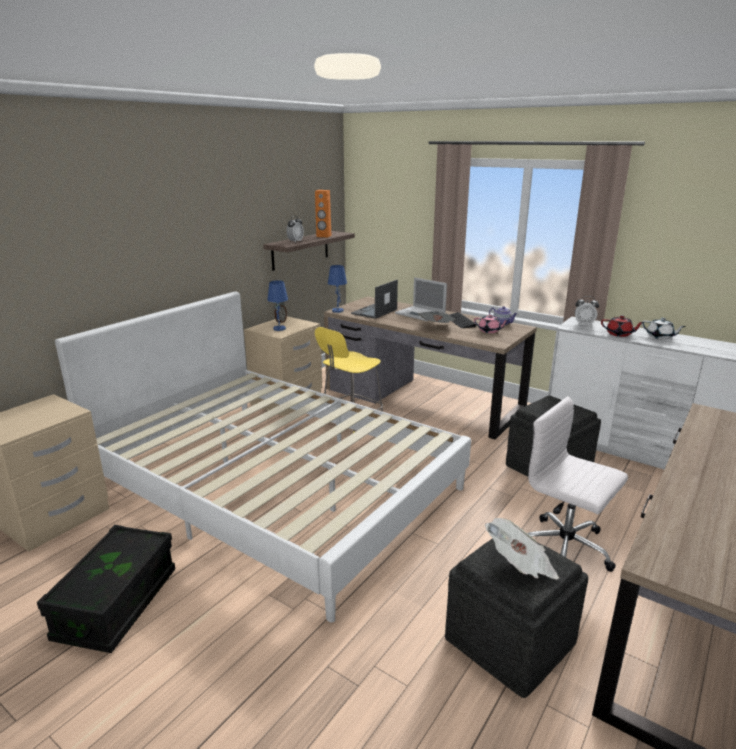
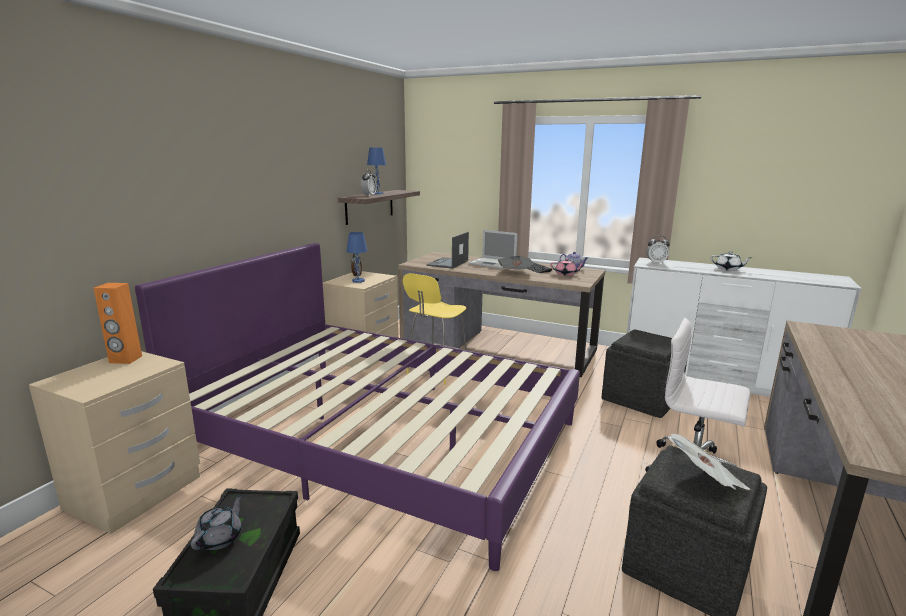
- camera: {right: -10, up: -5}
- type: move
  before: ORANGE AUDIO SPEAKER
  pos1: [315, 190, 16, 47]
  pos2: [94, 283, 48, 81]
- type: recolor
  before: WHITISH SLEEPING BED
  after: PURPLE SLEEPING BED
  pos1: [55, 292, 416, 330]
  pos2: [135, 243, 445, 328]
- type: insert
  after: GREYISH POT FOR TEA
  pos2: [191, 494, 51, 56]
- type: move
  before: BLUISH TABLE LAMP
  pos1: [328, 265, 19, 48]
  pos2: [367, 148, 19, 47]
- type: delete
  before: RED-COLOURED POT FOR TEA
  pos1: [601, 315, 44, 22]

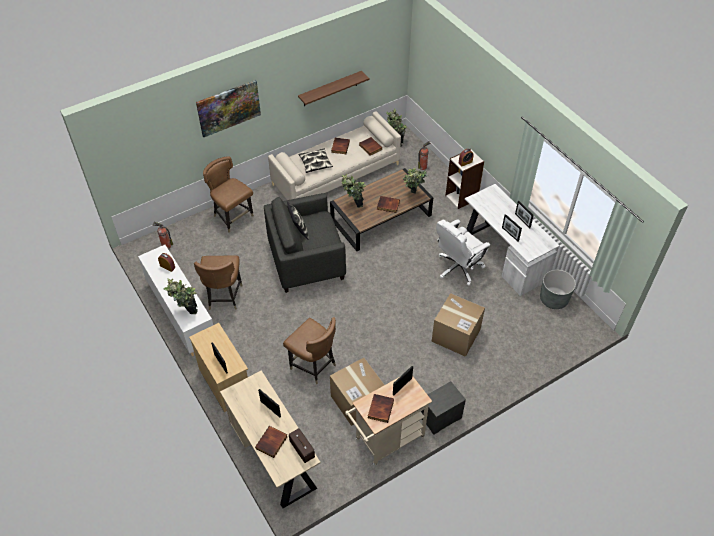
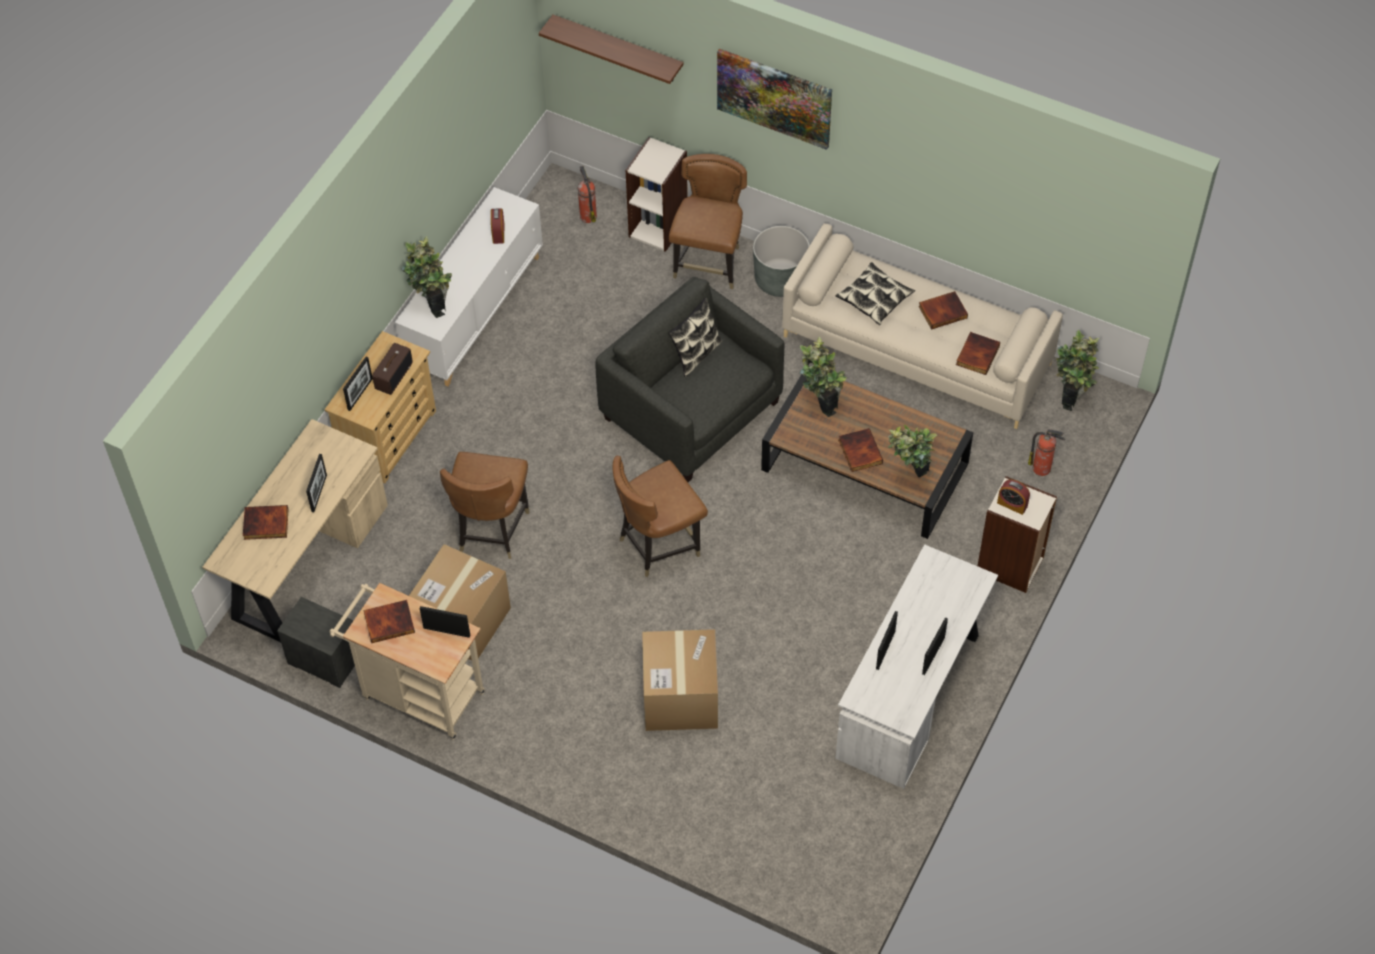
- camera: {right: 60, up: 5}
- type: move
  before: NIGHT TABLE
  pos1: [421, 381, 45, 54]
  pos2: [277, 597, 78, 91]
- type: move
  before: RADIO RECEIVER
  pos1: [289, 428, 26, 35]
  pos2: [372, 343, 41, 52]
- type: move
  before: WALL SHELF
  pos1: [298, 71, 71, 35]
  pos2: [539, 15, 145, 69]
- type: move
  before: BROWNISH PLAIN CHAIR
  pos1: [194, 255, 48, 55]
  pos2: [613, 456, 95, 121]
- type: insert
  after: BOOKCASE
  pos2: [626, 137, 62, 115]
- type: move
  before: GREYISH FLOWER POT
  pos1: [540, 270, 36, 39]
  pos2: [753, 226, 57, 71]
- type: delete
  before: WHITISH COMPUTER CHAIR
  pos1: [436, 219, 54, 67]

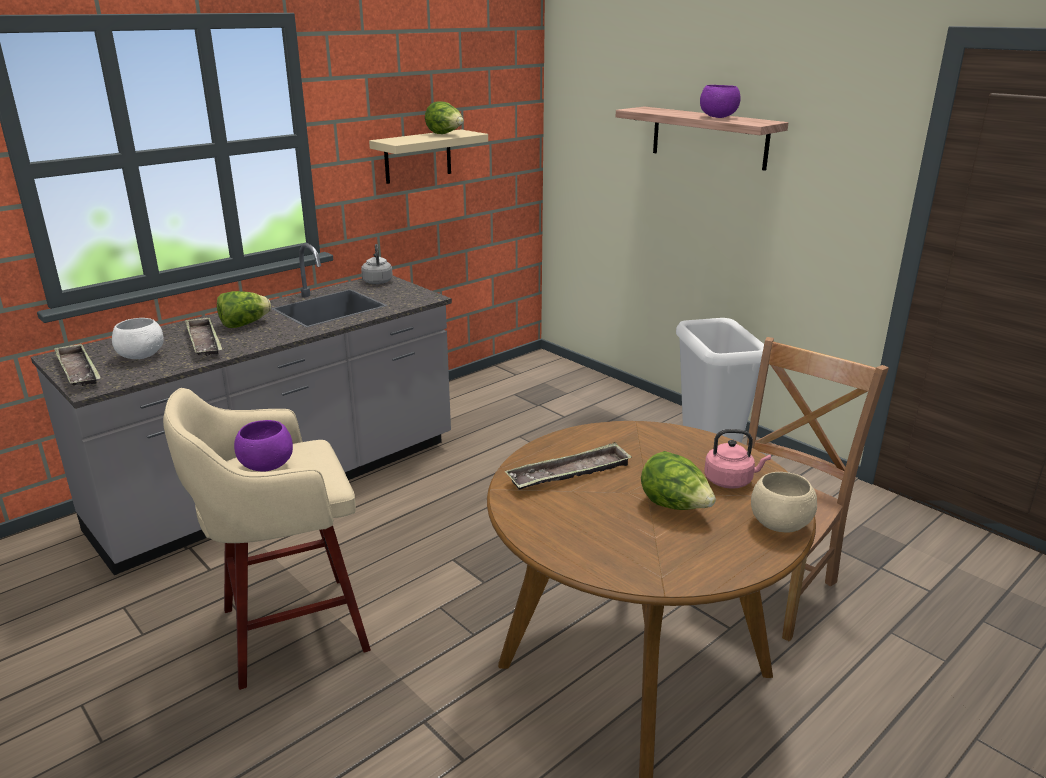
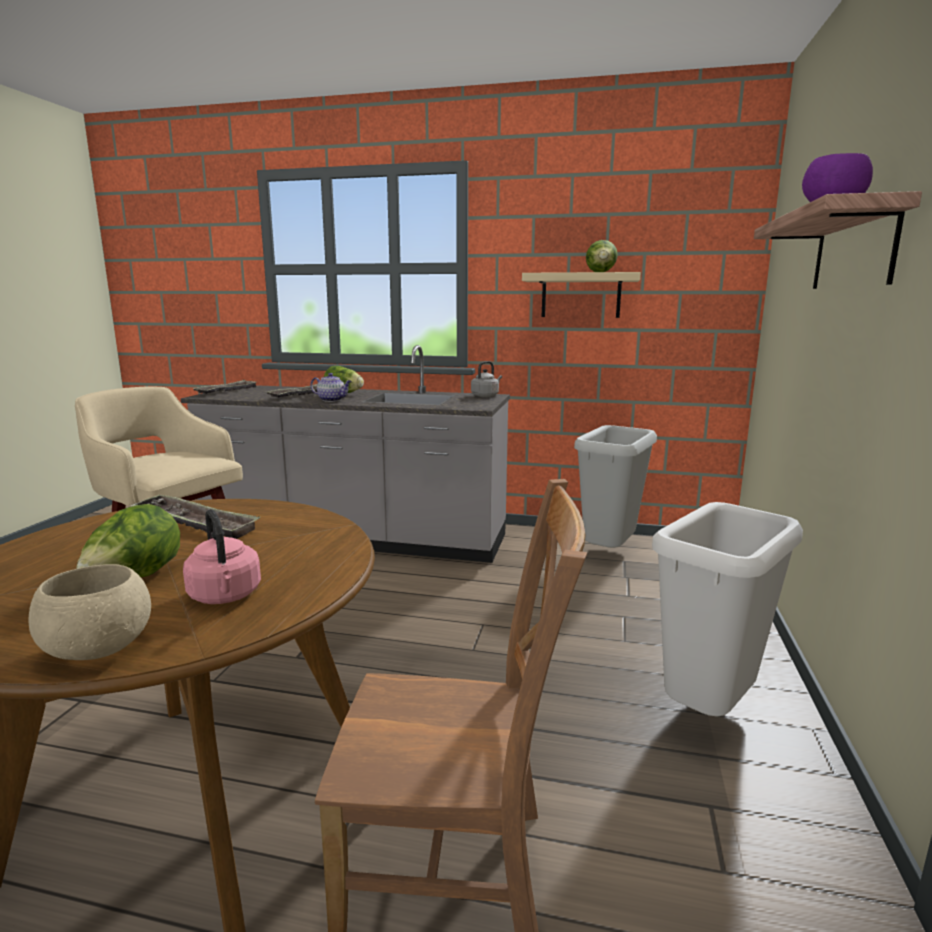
- camera: {right: 55, up: -10}
- type: insert
  after: POT FOR TEA
  pos2: [310, 373, 42, 29]
- type: insert
  after: GREYISH TRASH CAN
  pos2: [574, 425, 83, 123]
- type: delete
  before: WHITISH BOWL
  pos1: [112, 318, 52, 41]
- type: delete
  before: PURPLE BOWL
  pos1: [234, 420, 59, 52]

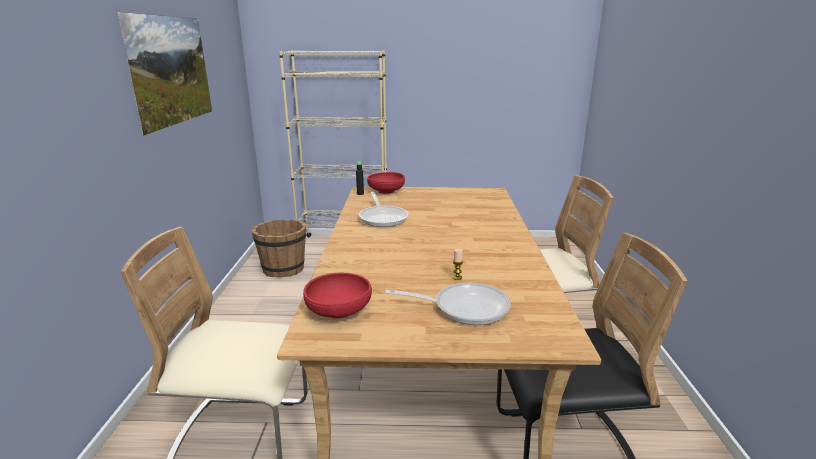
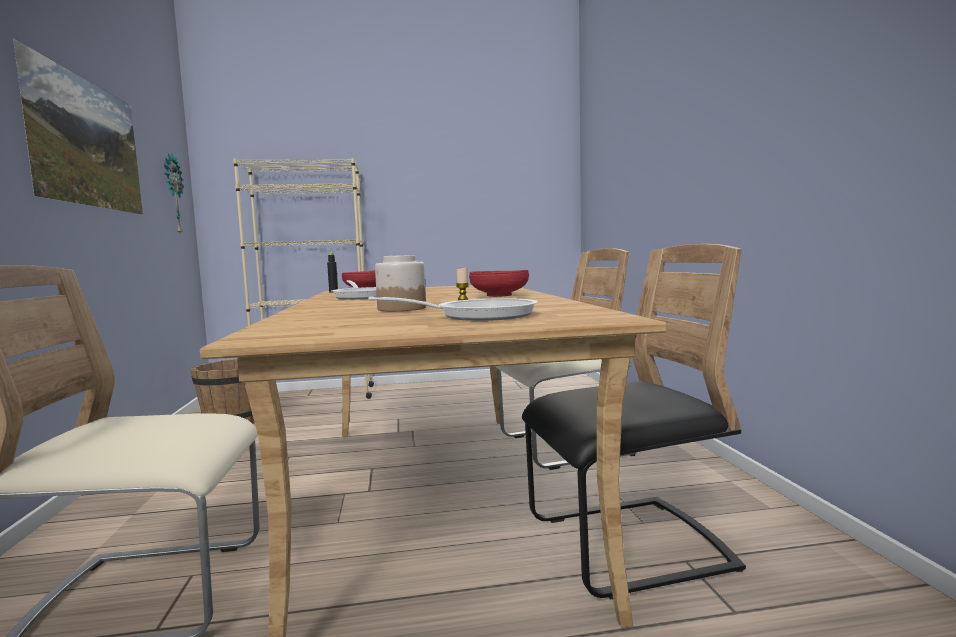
- camera: {right: -10, up: -15}
- type: insert
  after: CLOCK ON THE WALL
  pos2: [164, 153, 20, 83]
- type: insert
  after: PRESERVE JAR
  pos2: [375, 255, 51, 56]
- type: move
  before: RED-COLOURED BOWL
  pos1: [303, 272, 69, 46]
  pos2: [469, 270, 60, 27]

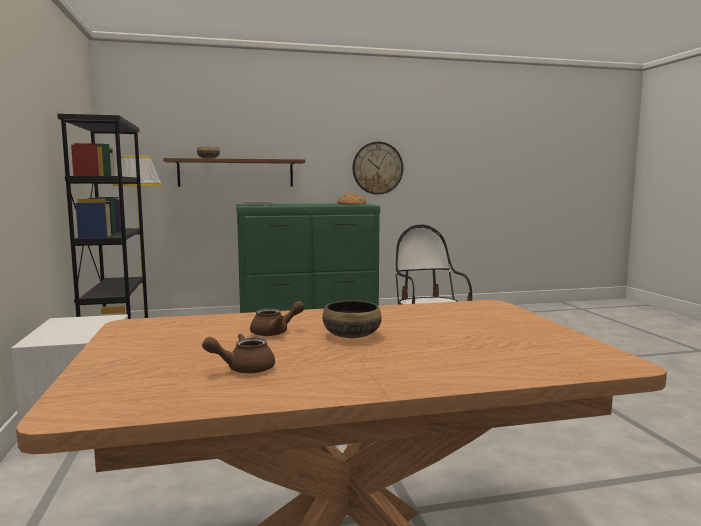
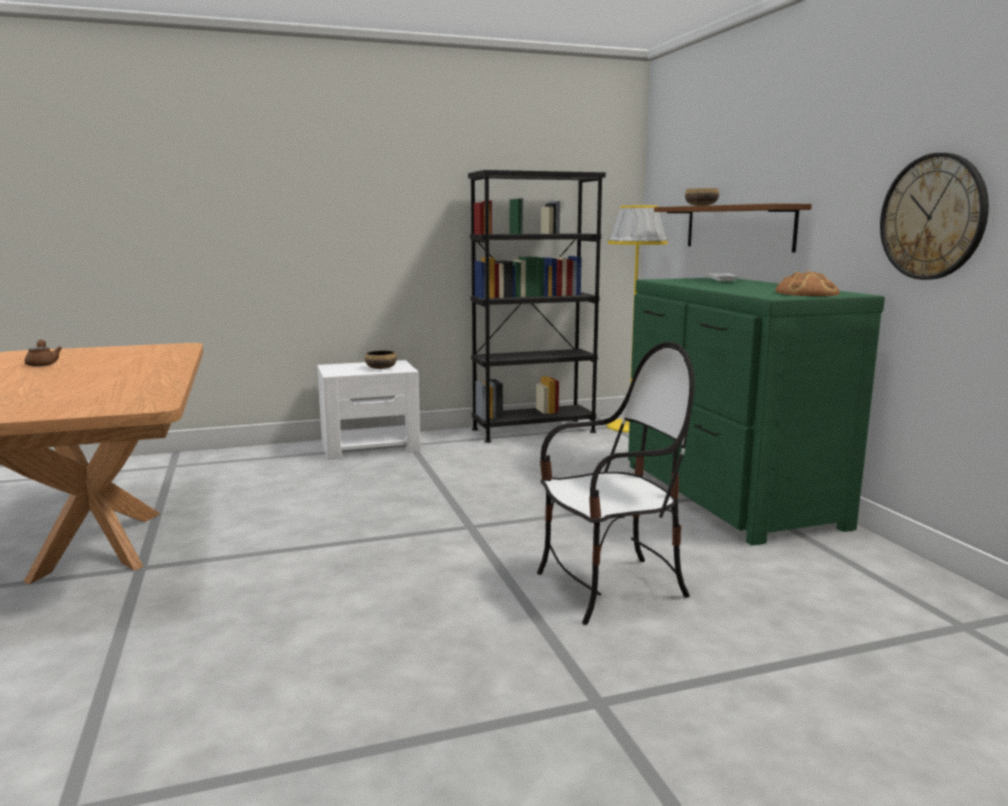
- camera: {right: 85, up: 5}
- type: move
  before: BOWL
  pos1: [323, 300, 59, 38]
  pos2: [365, 350, 32, 19]
- type: delete
  before: BROWNISH POT FOR TEA
  pos1: [250, 301, 55, 35]

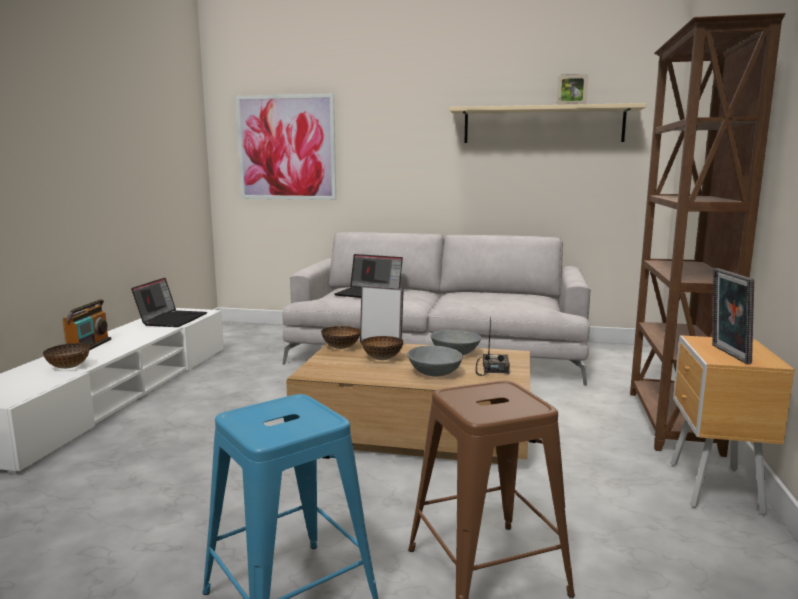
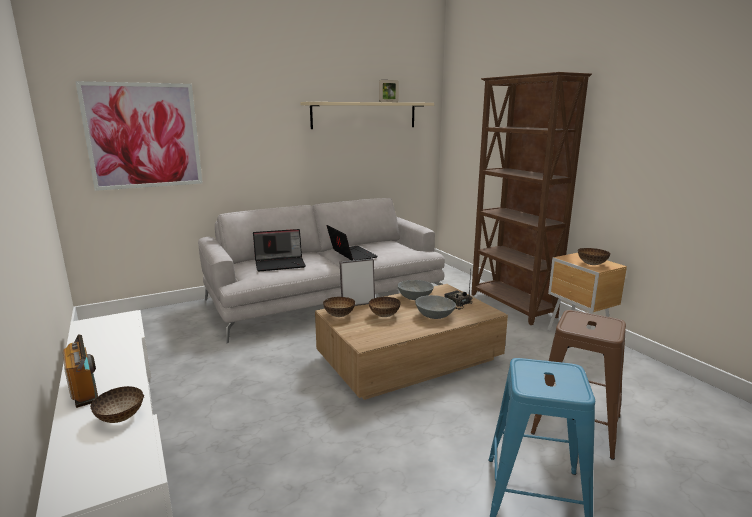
- camera: {right: -40, up: 5}
- type: move
  before: LAPTOP
  pos1: [131, 278, 76, 49]
  pos2: [326, 225, 52, 35]
- type: replace
  before: PICTURE FRAME
  after: BOWL
  pos1: [712, 268, 42, 96]
  pos2: [578, 248, 33, 17]

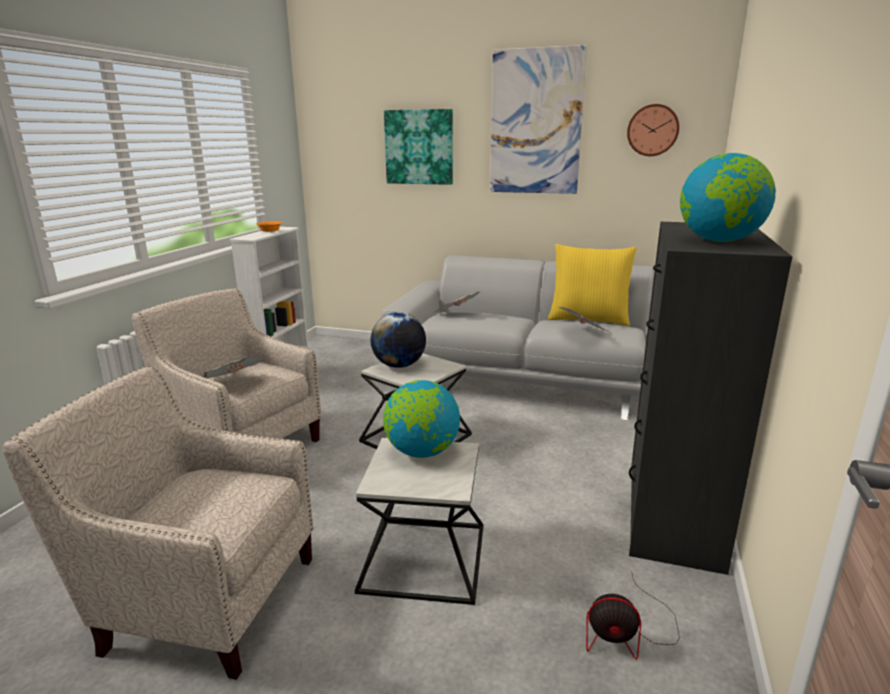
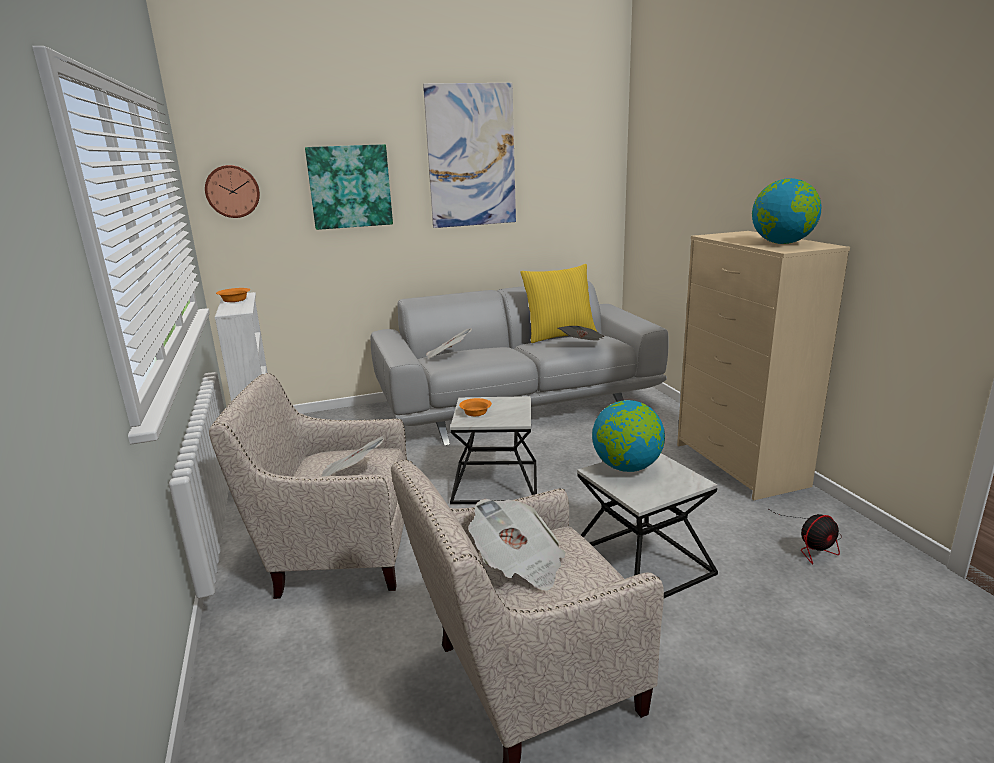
- camera: {right: -35, up: 0}
- type: move
  before: CLOCK ON THE WALL
  pos1: [627, 104, 52, 52]
  pos2: [205, 165, 55, 53]
- type: replace
  before: GLOBE
  after: ORANGE BOWL
  pos1: [370, 312, 56, 56]
  pos2: [459, 398, 33, 18]
- type: insert
  after: PRINTED PAPER
  pos2: [469, 499, 97, 92]
- type: recolor
  before: BLACK-COLOURED DRESSER
  after: SAND-COLOURED DRESSER
  pos1: [629, 222, 164, 353]
  pos2: [677, 231, 173, 269]

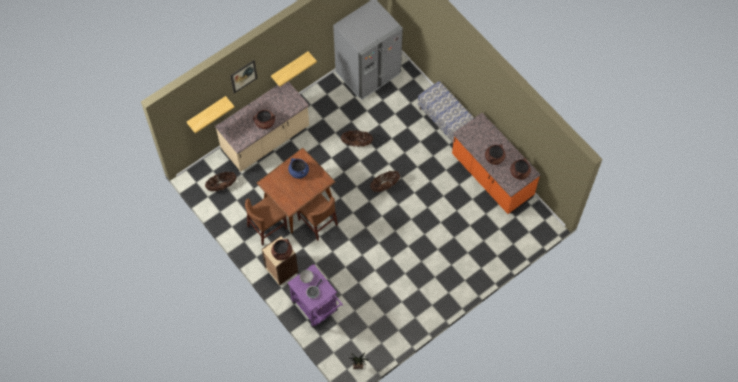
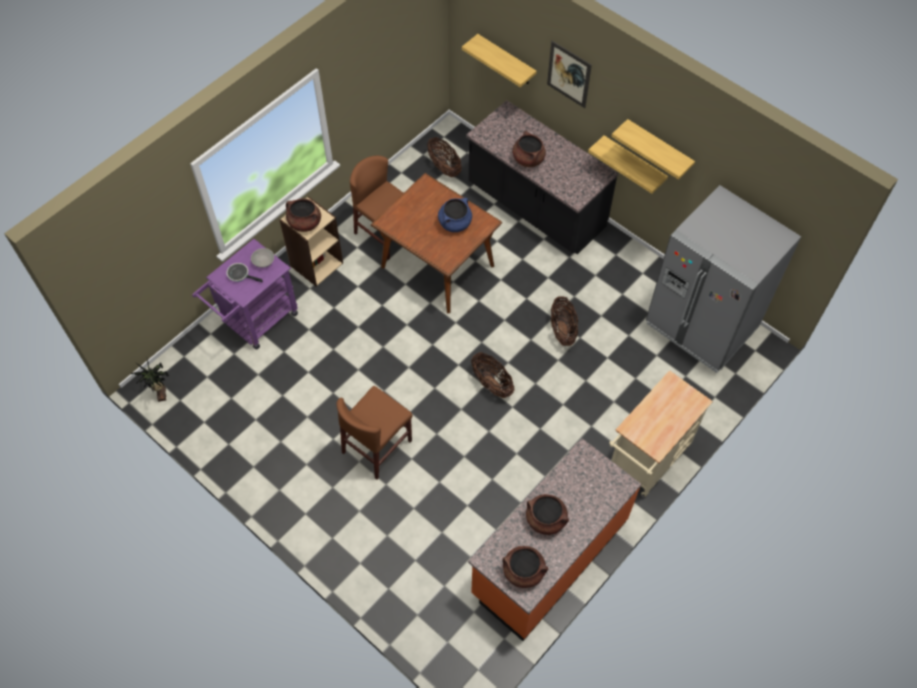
- camera: {right: 80, up: -5}
- type: move
  before: BROWNISH PLAIN CHAIR
  pos1: [297, 194, 41, 47]
  pos2: [336, 386, 77, 94]
- type: recolor
  before: SAND-COLOURED COUNTER
  after: BLACK-COLOURED COUNTER
  pos1: [215, 81, 94, 91]
  pos2: [466, 100, 152, 155]
- type: replace
  before: INDOOR BENCH
  after: SAND-COLOURED CART
  pos1: [418, 81, 56, 61]
  pos2: [609, 370, 104, 127]
- type: insert
  after: WALL SHELF
  pos2: [611, 119, 84, 61]

